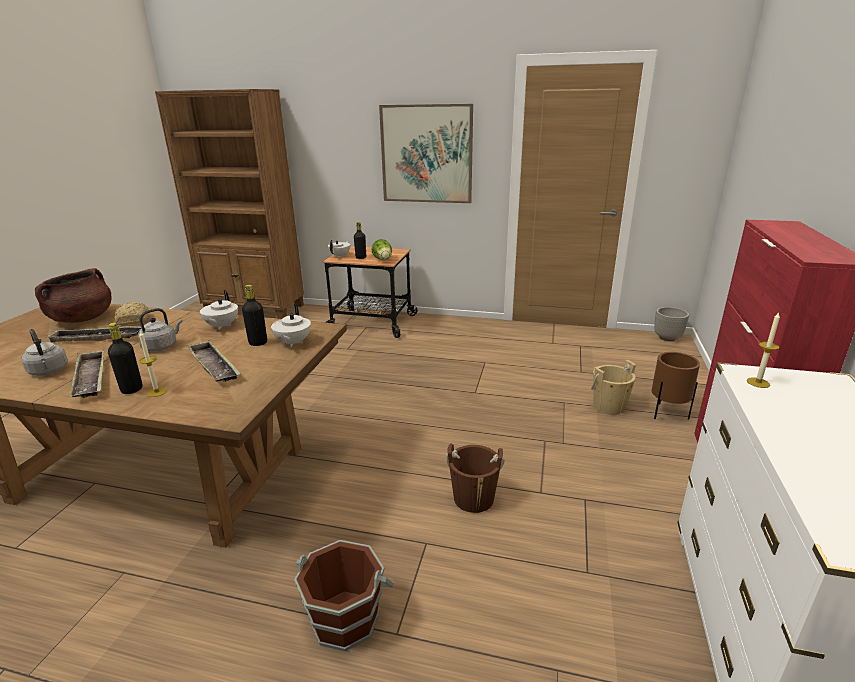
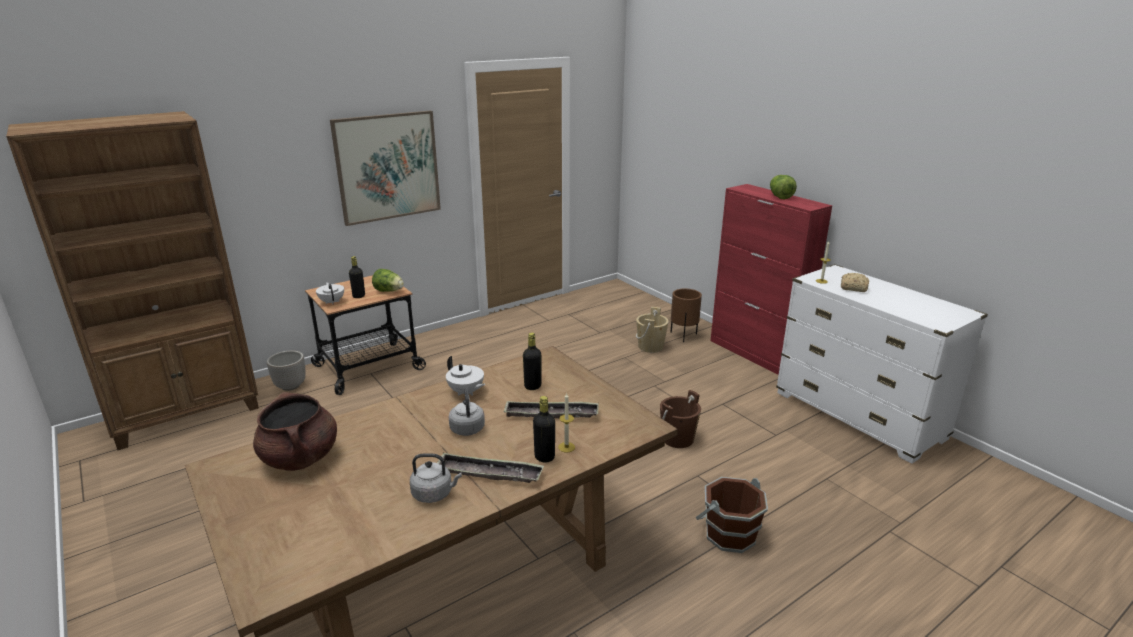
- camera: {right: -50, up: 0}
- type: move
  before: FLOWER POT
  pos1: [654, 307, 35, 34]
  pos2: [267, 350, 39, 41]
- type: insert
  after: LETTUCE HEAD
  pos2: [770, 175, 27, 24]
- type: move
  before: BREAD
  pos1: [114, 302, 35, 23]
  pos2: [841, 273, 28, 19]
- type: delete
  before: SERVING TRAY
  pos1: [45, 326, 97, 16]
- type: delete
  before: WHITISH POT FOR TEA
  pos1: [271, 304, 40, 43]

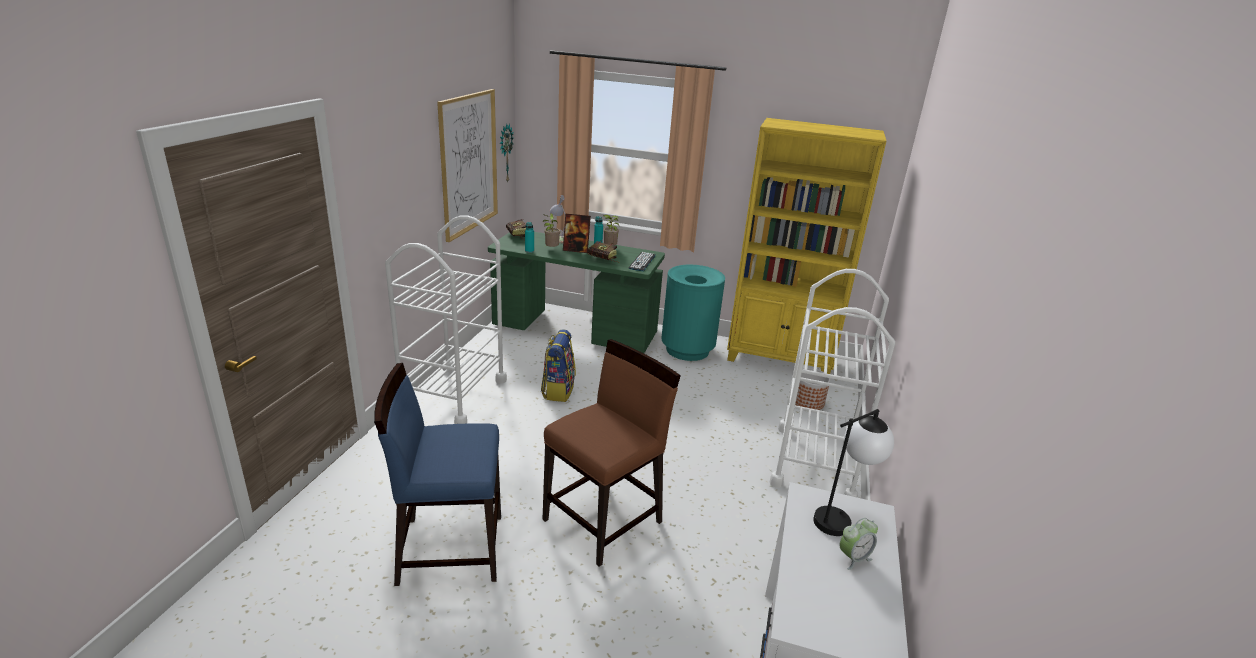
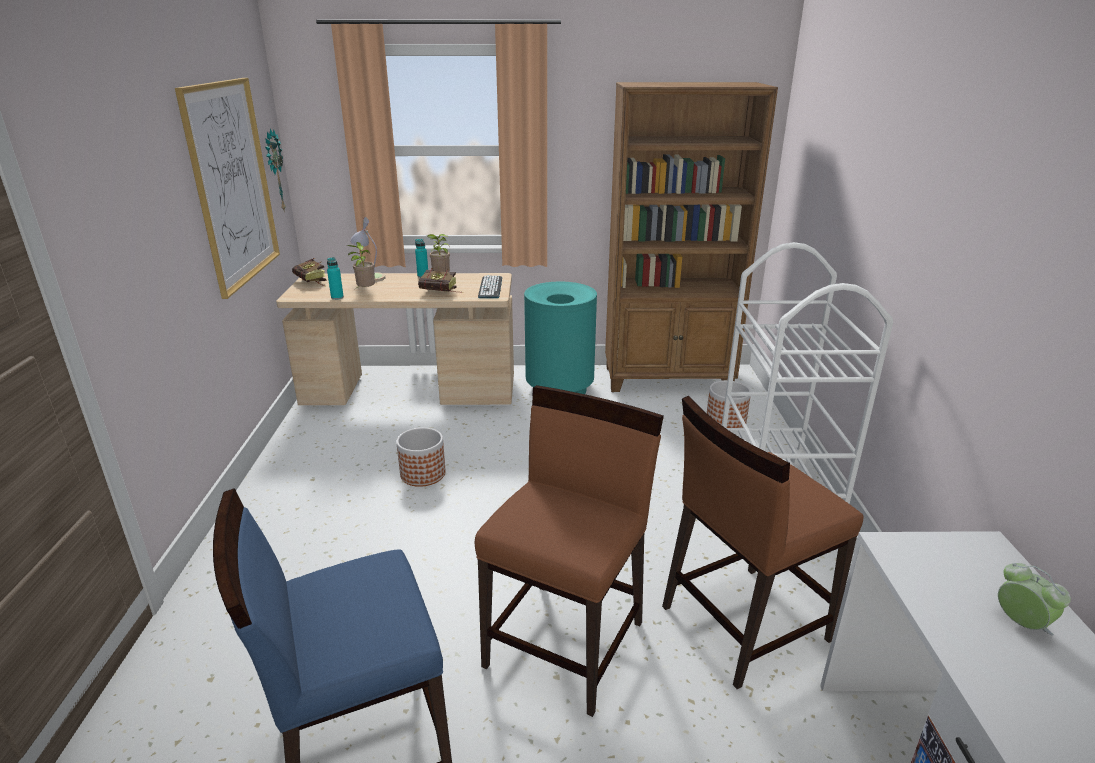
- camera: {right: -15, up: 0}
- type: recolor
  before: GREEN DESK
  after: SAND-COLOURED DESK
  pos1: [488, 232, 177, 121]
  pos2: [276, 273, 238, 132]
- type: replace
  before: BACKPACK
  after: FLOWER POT
  pos1: [541, 329, 35, 73]
  pos2: [396, 428, 50, 59]
- type: recolor
  before: YELLOW-COLOURED BOOKCASE
  after: BROWNISH BOOKCASE
  pos1: [727, 118, 159, 256]
  pos2: [605, 82, 173, 310]
- type: insert
  after: BROWNISH PLAIN CHAIR
  pos2: [662, 396, 201, 293]
- type: rotate
  before: BEDSIDE CLOCK
  pos1: [840, 518, 38, 52]
  pos2: [998, 563, 73, 73]
  turn: -75
- type: delete
  before: WHITISH CART
  pos1: [385, 215, 122, 209]
- type: delete
  before: PICTURE FRAME
  pos1: [563, 213, 28, 40]
- type: delete
  before: TABLE LAMP
  pos1: [813, 409, 81, 127]

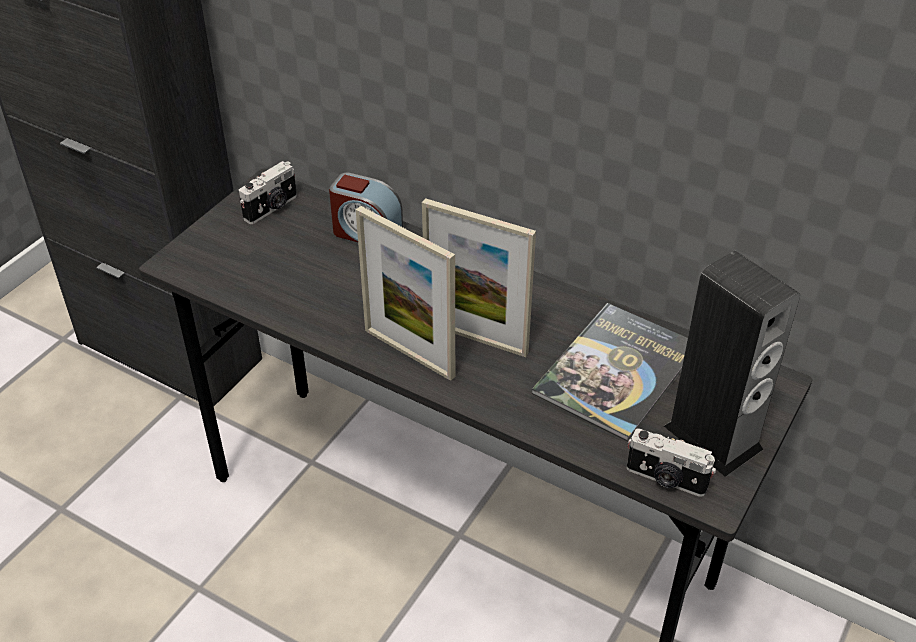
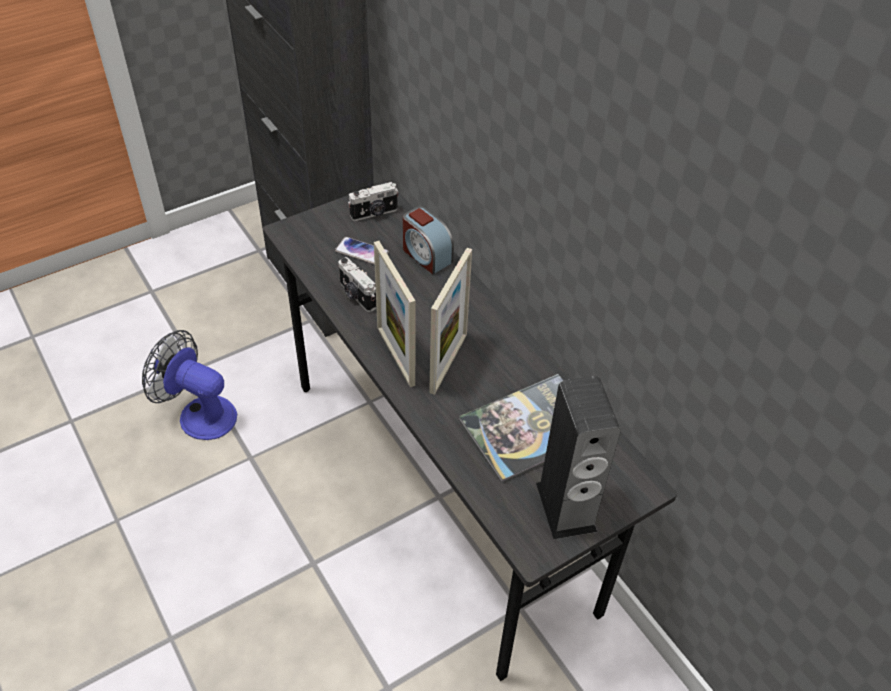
- camera: {right: 25, up: 5}
- type: insert
  after: FAN
  pos2: [142, 330, 95, 110]
- type: insert
  after: TELEPHONE
  pos2: [335, 237, 54, 28]
- type: move
  before: PHOTO CAMERA
  pos1: [627, 428, 89, 69]
  pos2: [338, 257, 38, 55]
- type: rotate
  before: PICTURE FRAME
  pos1: [422, 198, 114, 159]
  pos2: [429, 248, 43, 147]
  turn: -120

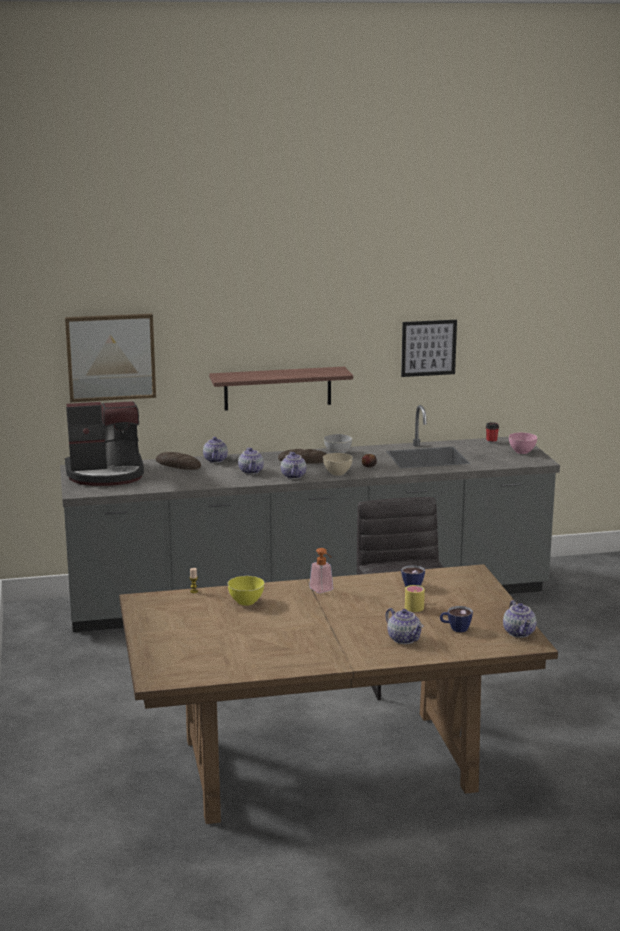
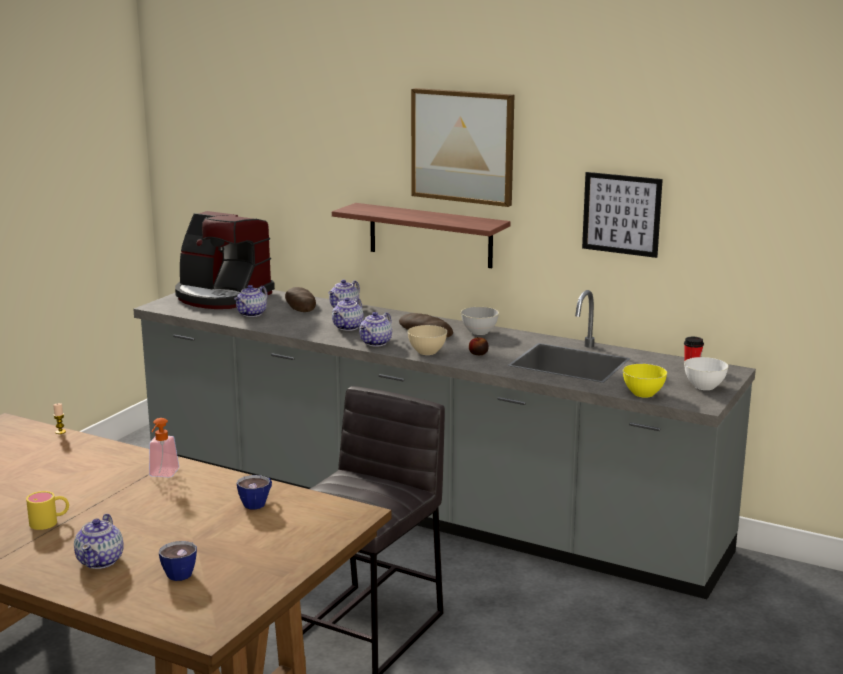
- camera: {right: 40, up: 0}
- type: move
  before: YELLOW-COLOURED MUG
  pos1: [405, 585, 20, 27]
  pos2: [26, 491, 43, 39]
- type: move
  before: POT FOR TEA
  pos1: [503, 600, 33, 38]
  pos2: [234, 285, 34, 32]
- type: move
  before: PICTURE
  pos1: [65, 314, 91, 88]
  pos2: [411, 88, 103, 119]
- type: move
  before: YELLOW-COLOURED BOWL
  pos1: [227, 576, 38, 30]
  pos2: [623, 364, 44, 34]
- type: recolor
  before: PINKISH BOWL
  after: WHITISH BOWL
  pos1: [509, 432, 29, 22]
  pos2: [684, 357, 44, 33]

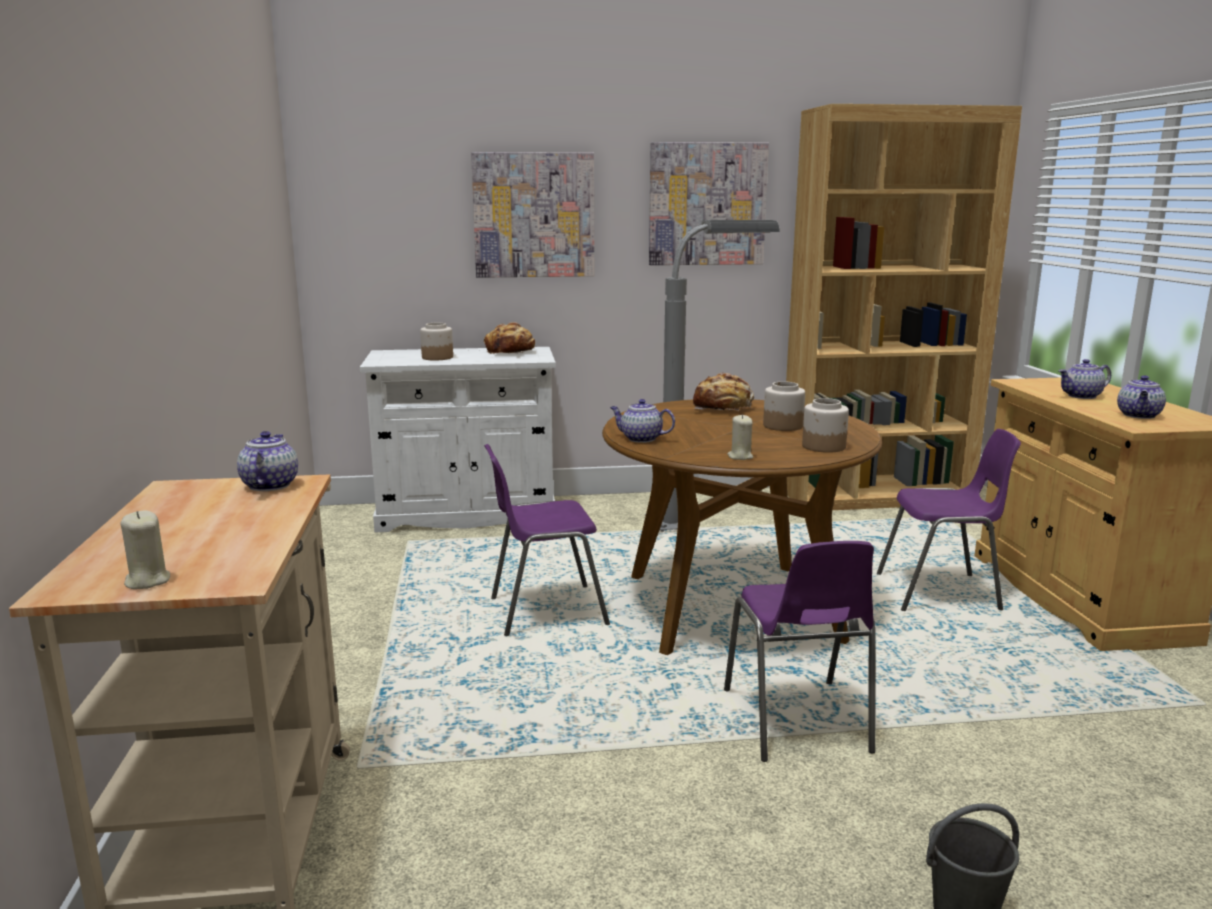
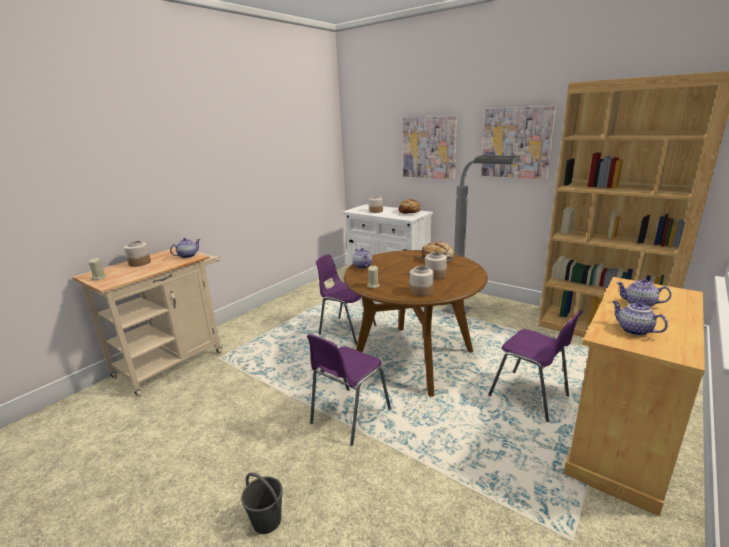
- camera: {right: 45, up: 5}
- type: insert
  after: PRESERVE JAR
  pos2: [124, 241, 27, 26]
- type: rotate
  before: POT FOR TEA
  pos1: [1117, 375, 49, 44]
  pos2: [612, 301, 56, 35]
  turn: 75

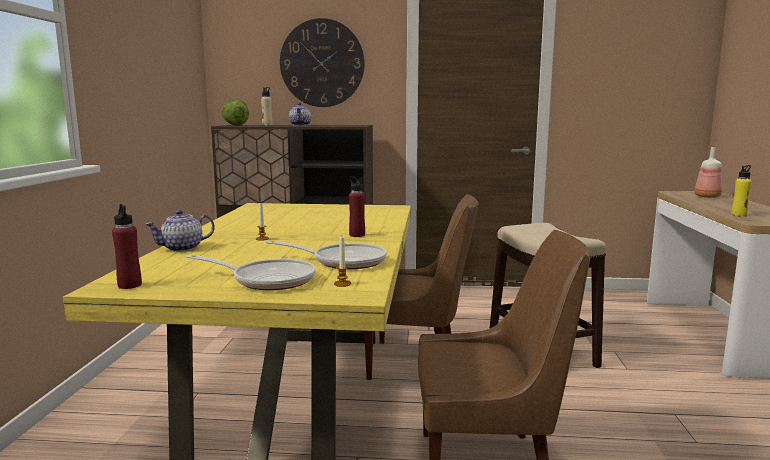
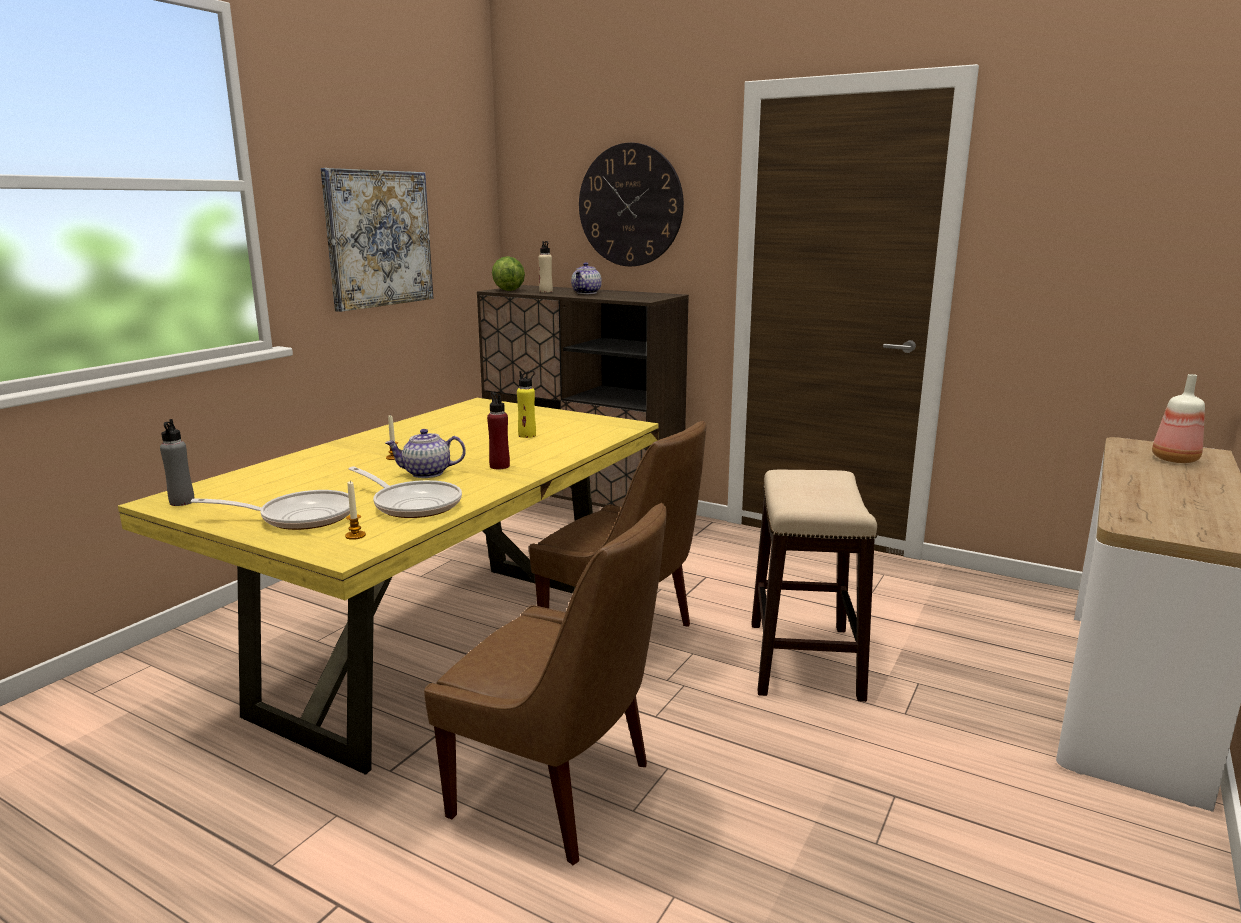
- camera: {right: 25, up: 5}
- type: recolor
  before: RED-COLOURED DRINK BOTTLE
  after: GREYISH DRINK BOTTLE
  pos1: [112, 204, 30, 85]
  pos2: [160, 419, 34, 87]
- type: rotate
  before: PAN
  pos1: [186, 254, 130, 36]
  pos2: [191, 490, 159, 40]
  turn: -45
- type: insert
  after: PICTURE
  pos2: [321, 168, 112, 144]
- type: move
  before: POT FOR TEA
  pos1: [145, 210, 70, 42]
  pos2: [385, 429, 81, 49]
- type: move
  before: YELLOW-COLOURED DRINK BOTTLE
  pos1: [731, 165, 21, 52]
  pos2: [517, 370, 19, 68]

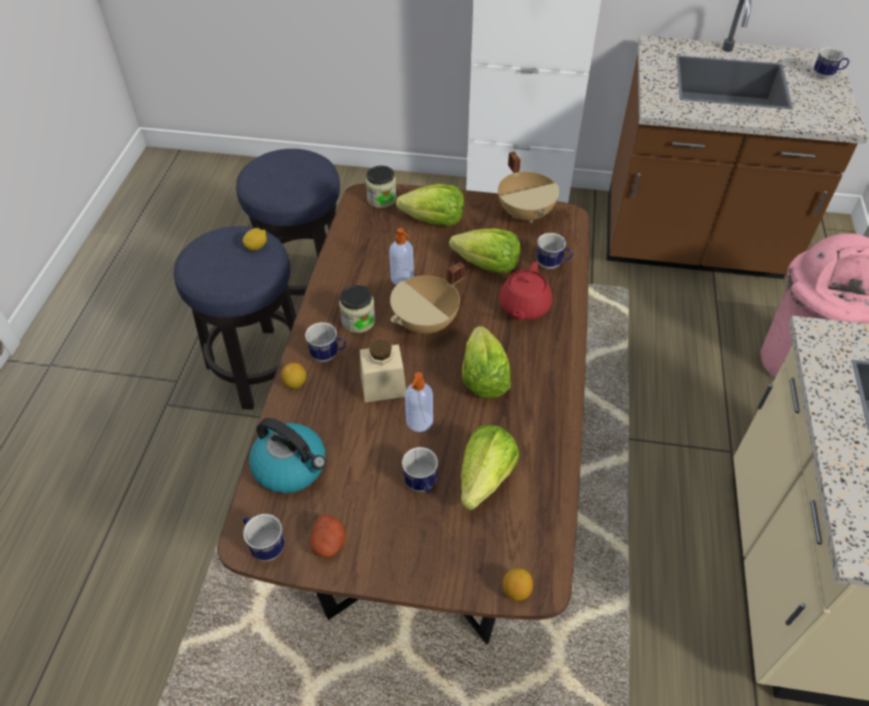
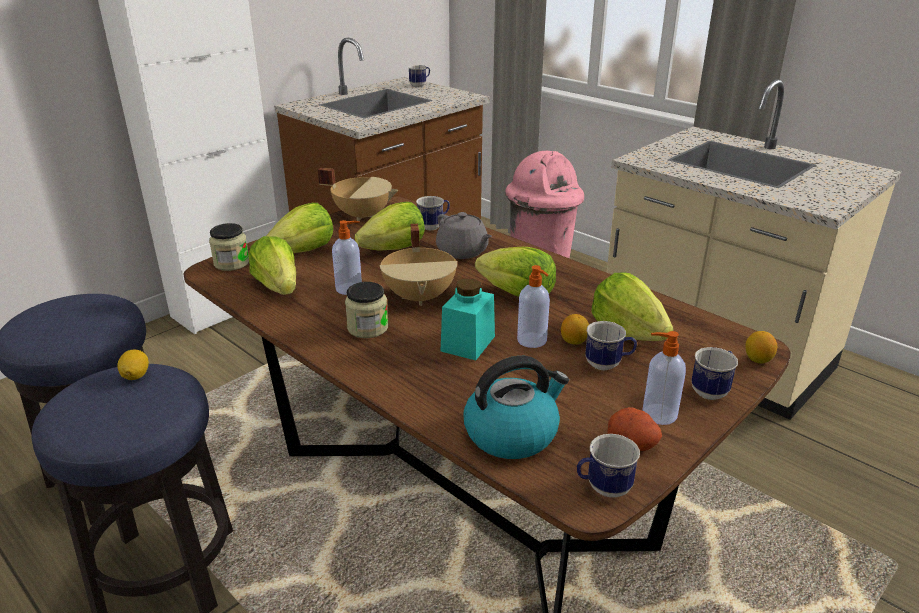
- camera: {right: -55, up: -20}
- type: insert
  after: LETTUCE HEAD
  pos2: [248, 236, 48, 59]
- type: recolor
  before: RED-COLOURED POT FOR TEA
  after: GREYISH POT FOR TEA
  pos1: [499, 262, 53, 58]
  pos2: [436, 212, 56, 47]
- type: recolor
  before: SAND-COLOURED PRESERVE JAR
  after: TURQUOISE-COLOURED PRESERVE JAR
  pos1: [360, 340, 46, 62]
  pos2: [441, 278, 54, 82]
- type: move
  before: CITRUS FRUIT
  pos1: [281, 363, 25, 26]
  pos2: [561, 314, 28, 31]
- type: insert
  after: SOAP BOTTLE
  pos2: [642, 331, 44, 94]
- type: move
  before: MUG
  pos1: [305, 322, 41, 40]
  pos2: [691, 347, 47, 53]

